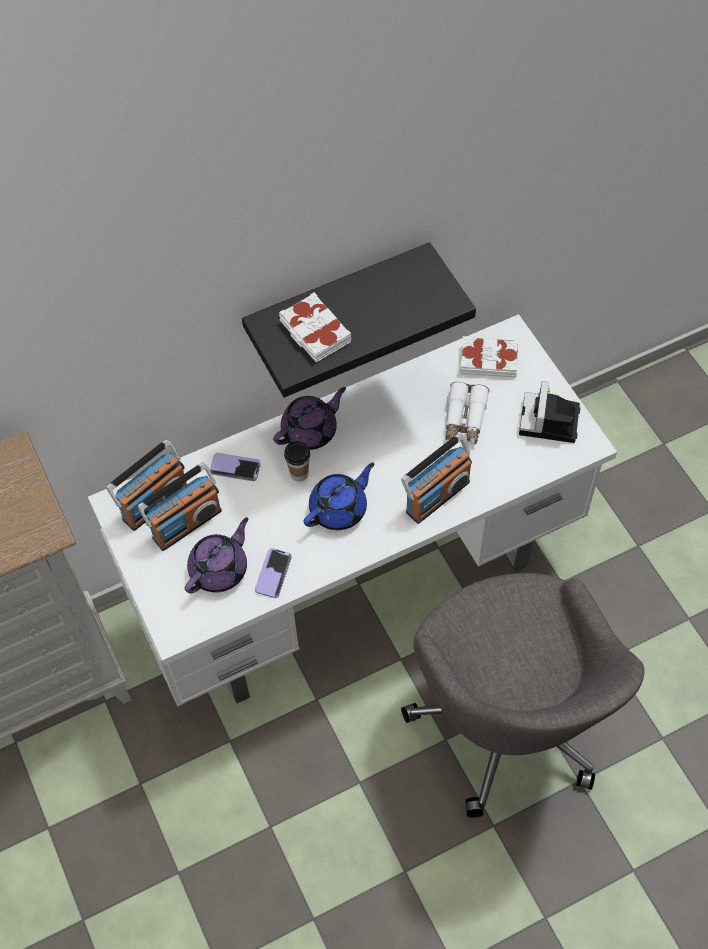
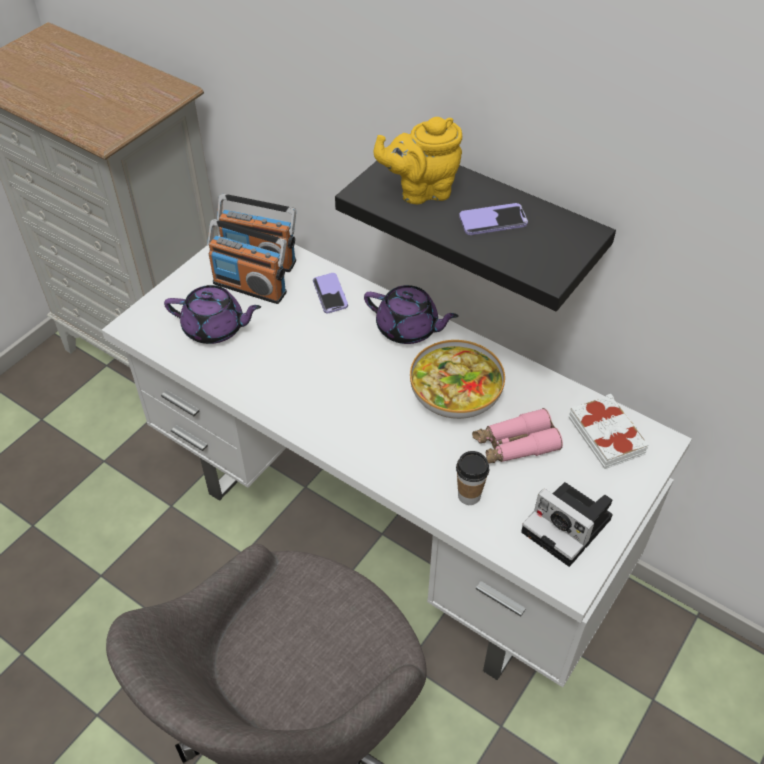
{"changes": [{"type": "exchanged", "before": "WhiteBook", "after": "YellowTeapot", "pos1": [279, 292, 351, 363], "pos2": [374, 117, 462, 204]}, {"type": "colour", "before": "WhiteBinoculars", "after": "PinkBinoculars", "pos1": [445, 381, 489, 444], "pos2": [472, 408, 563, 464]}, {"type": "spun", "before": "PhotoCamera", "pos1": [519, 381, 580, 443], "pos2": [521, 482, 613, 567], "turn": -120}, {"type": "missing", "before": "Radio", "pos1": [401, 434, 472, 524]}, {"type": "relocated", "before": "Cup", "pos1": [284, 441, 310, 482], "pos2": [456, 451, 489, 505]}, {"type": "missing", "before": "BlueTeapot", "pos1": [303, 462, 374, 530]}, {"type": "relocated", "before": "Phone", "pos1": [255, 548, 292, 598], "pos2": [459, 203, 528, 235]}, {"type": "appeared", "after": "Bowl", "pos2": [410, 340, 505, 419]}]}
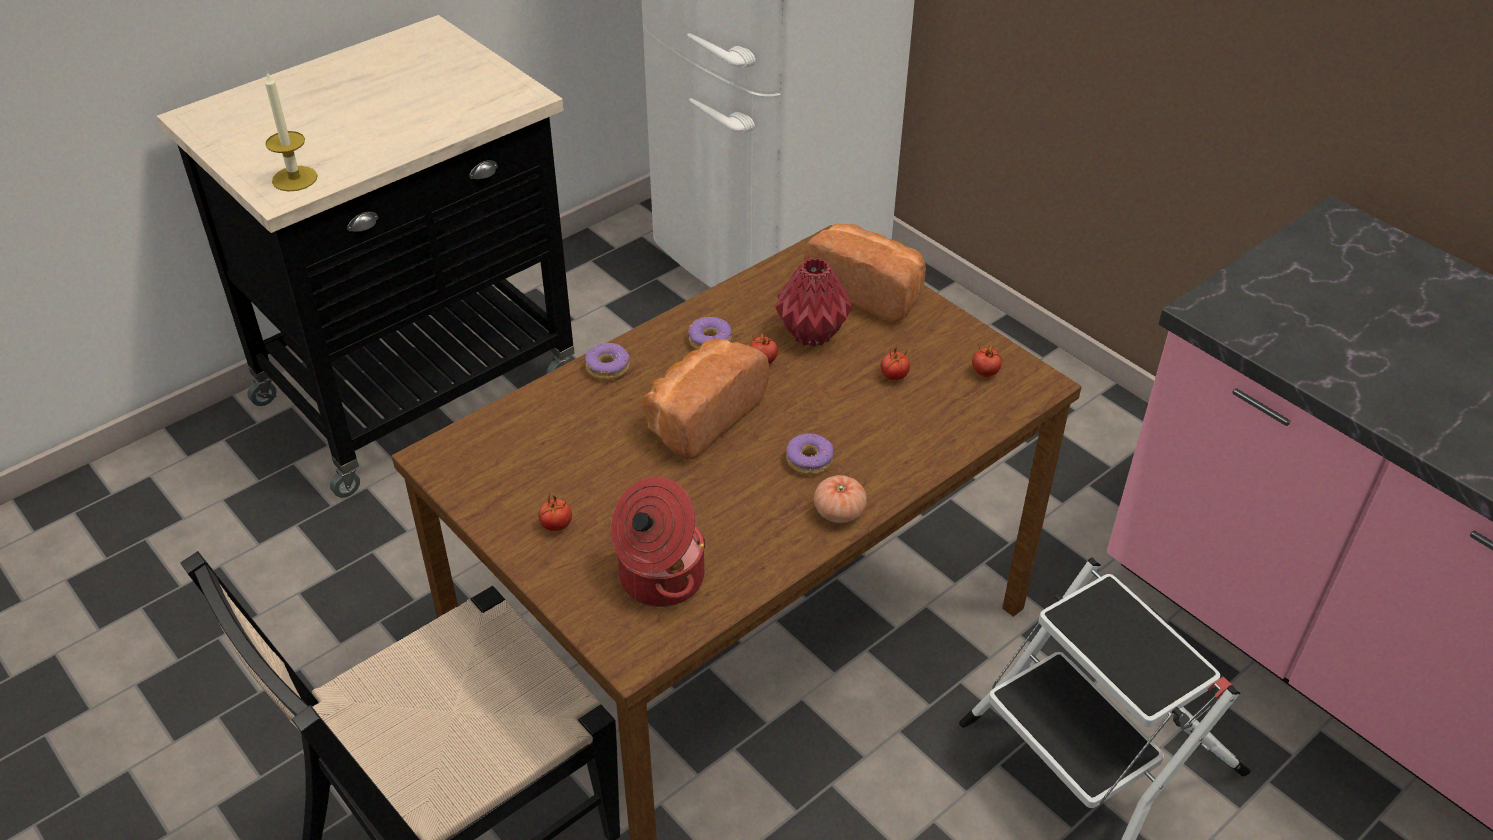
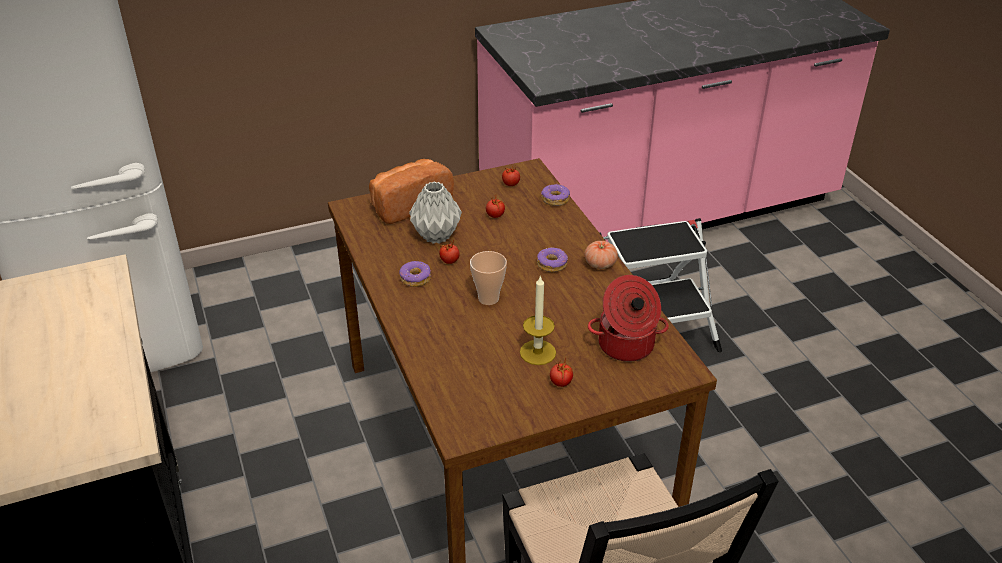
{"changes": [{"type": "relocated", "before": "Candle", "pos1": [265, 72, 317, 192], "pos2": [520, 275, 556, 365]}, {"type": "colour", "before": "RedVase", "after": "GreyVase", "pos1": [775, 258, 852, 347], "pos2": [409, 181, 462, 244]}, {"type": "exchanged", "before": "Bread", "after": "Cup", "pos1": [642, 339, 769, 460], "pos2": [470, 251, 507, 305]}, {"type": "relocated", "before": "Donut", "pos1": [585, 343, 630, 380], "pos2": [541, 183, 570, 206]}]}
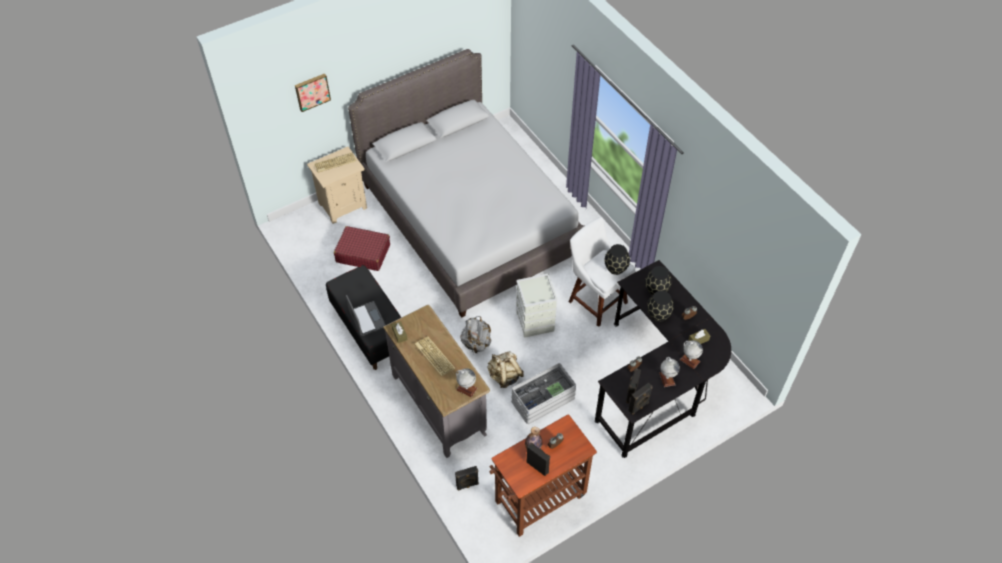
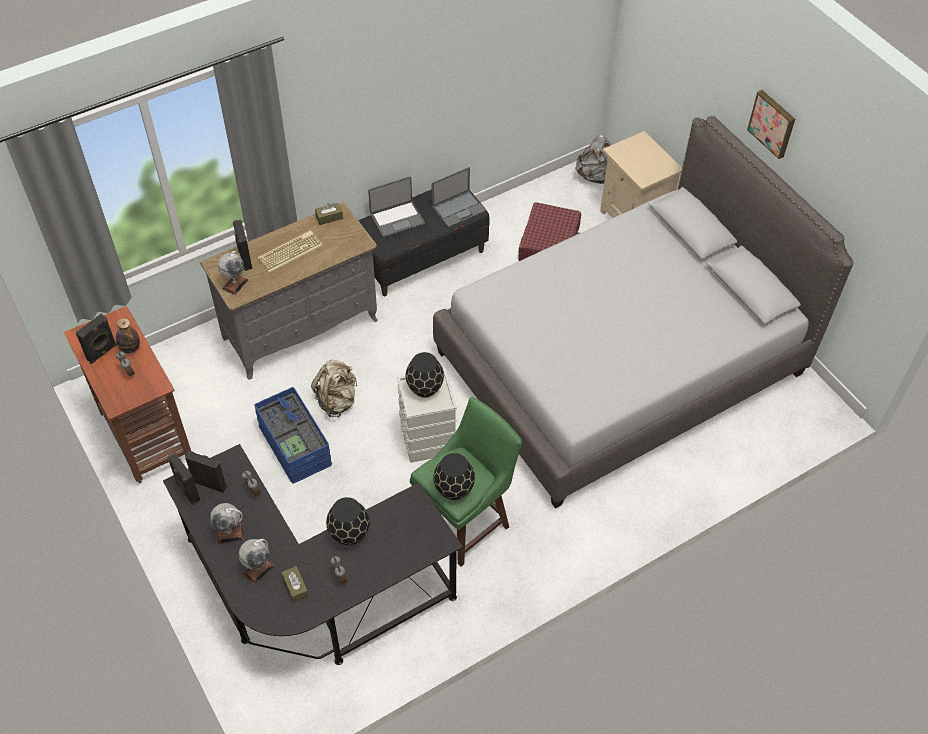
{"changes": [{"type": "relocated", "before": "Picture", "pos1": [295, 73, 331, 112], "pos2": [747, 90, 795, 159]}, {"type": "missing", "before": "Keyboard", "pos1": [314, 153, 356, 173]}, {"type": "colour", "before": "WhiteStool", "after": "GreenStool", "pos1": [569, 217, 636, 327], "pos2": [410, 397, 522, 567]}, {"type": "relocated", "before": "BlackVase", "pos1": [645, 266, 672, 296], "pos2": [406, 352, 444, 398]}, {"type": "relocated", "before": "GreyBackpack", "pos1": [460, 316, 491, 353], "pos2": [576, 135, 611, 184]}, {"type": "colour", "before": "GreyStorageBox", "after": "BlueStorageBox", "pos1": [511, 363, 576, 424], "pos2": [254, 387, 332, 484]}, {"type": "relocated", "before": "BlackSpeaker", "pos1": [455, 466, 479, 490], "pos2": [233, 220, 252, 271]}, {"type": "appeared", "after": "Laptop", "pos2": [431, 167, 486, 228]}]}
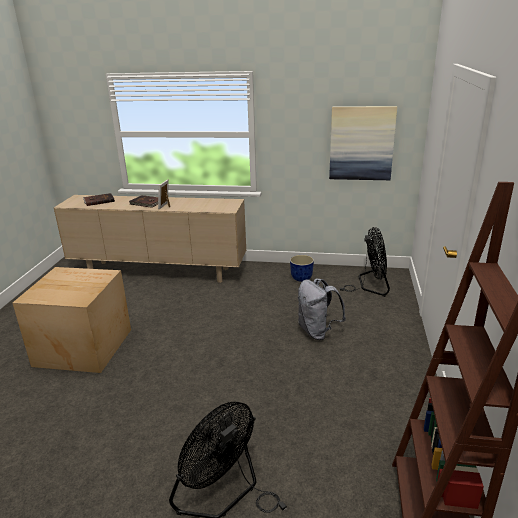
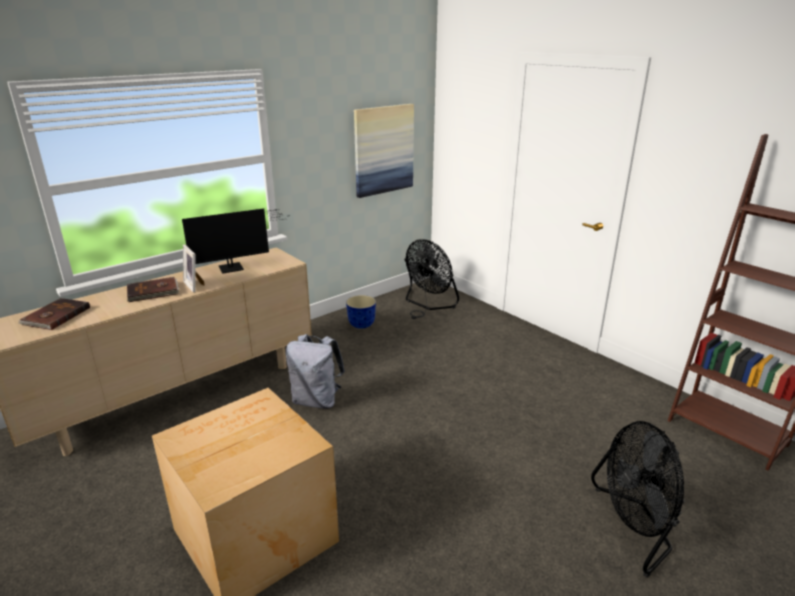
{"changes": [{"type": "relocated", "before": "GreyBackpack", "pos1": [298, 278, 346, 340], "pos2": [286, 334, 345, 409]}, {"type": "appeared", "after": "Monitor", "pos2": [182, 209, 290, 274]}]}
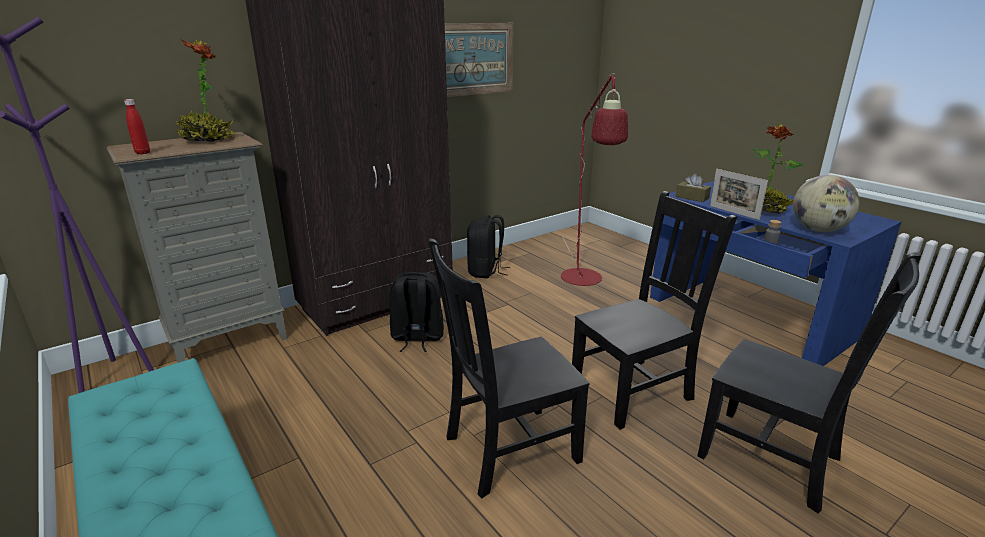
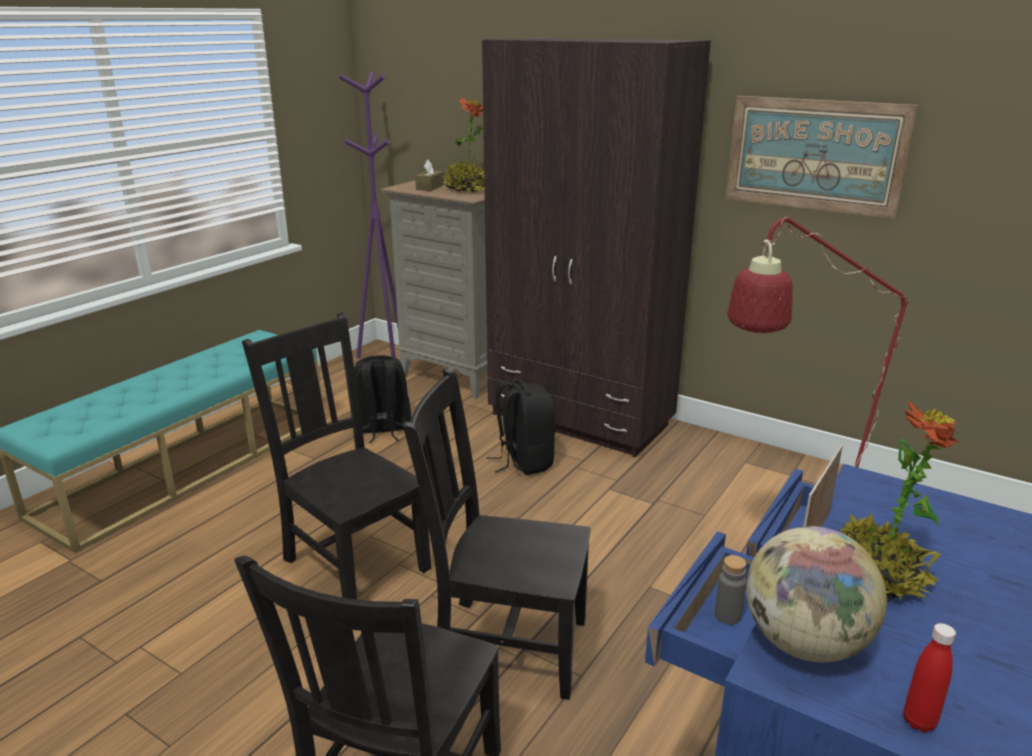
{"changes": [{"type": "relocated", "before": "RedBottle", "pos1": [124, 99, 150, 154], "pos2": [903, 623, 956, 732]}, {"type": "relocated", "before": "BrownTissueBox", "pos1": [675, 174, 711, 202], "pos2": [415, 160, 444, 191]}, {"type": "spun", "before": "BlackChair", "pos1": [572, 191, 737, 430], "pos2": [403, 367, 591, 700], "turn": 150}, {"type": "relocated", "before": "BlackBackpack", "pos1": [467, 215, 510, 278], "pos2": [354, 355, 411, 443]}]}
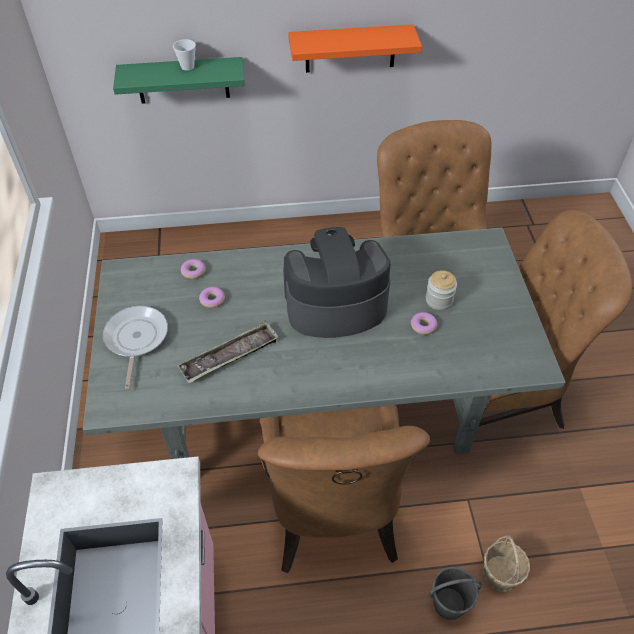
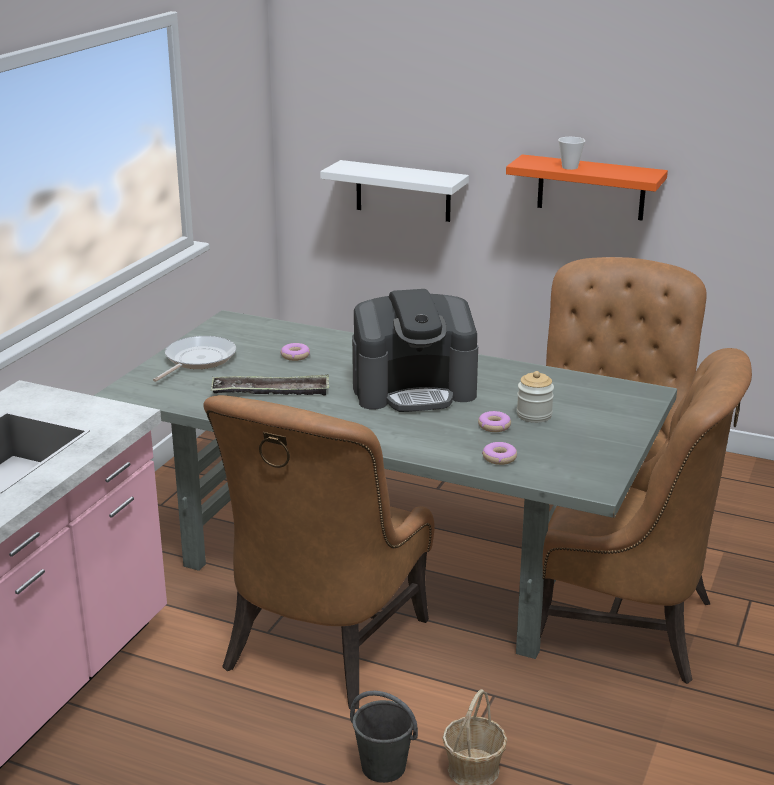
{"changes": [{"type": "relocated", "before": "Cup", "pos1": [173, 39, 196, 71], "pos2": [558, 137, 585, 170]}, {"type": "colour", "before": "GreenShelf", "after": "WhiteShelf", "pos1": [113, 57, 245, 104], "pos2": [320, 160, 469, 222]}, {"type": "spun", "before": "CoffeeMachine", "pos1": [283, 227, 391, 338], "pos2": [352, 289, 478, 412], "turn": 150}, {"type": "relocated", "before": "Donut", "pos1": [181, 259, 206, 279], "pos2": [482, 442, 517, 465]}]}
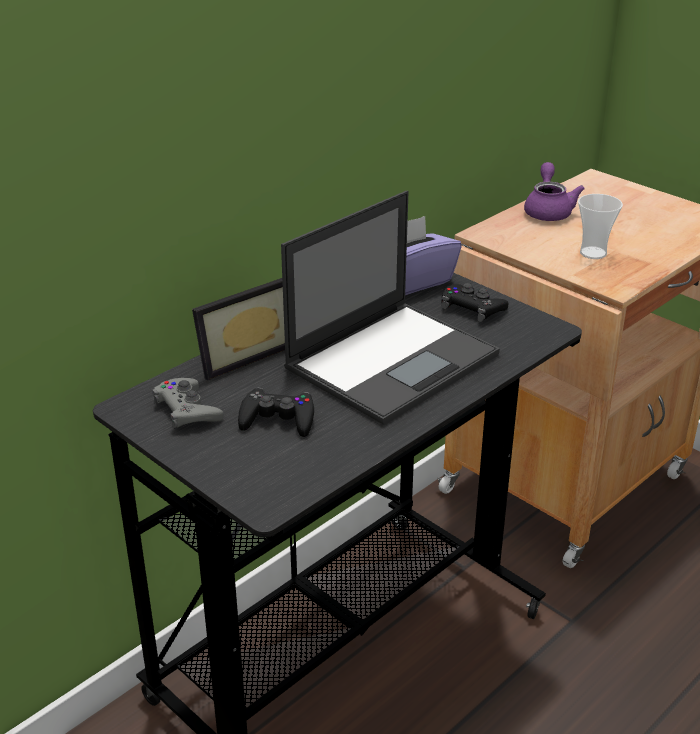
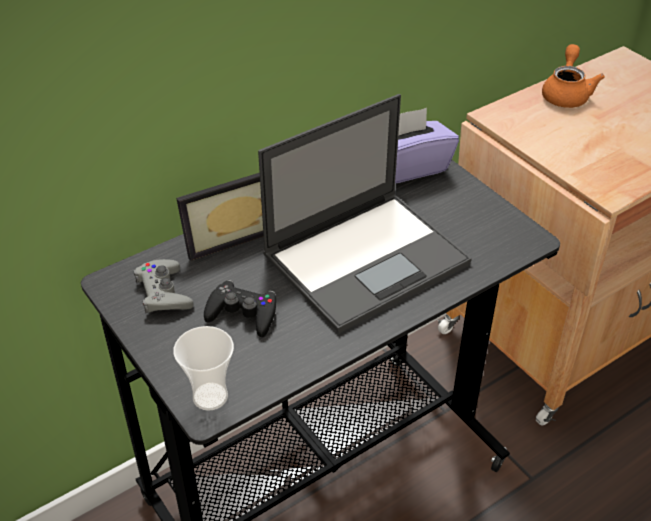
{"changes": [{"type": "colour", "before": "PurpleTeapot", "after": "OrangeTeapot", "pos1": [524, 162, 585, 221], "pos2": [542, 44, 605, 108]}, {"type": "relocated", "before": "Cup", "pos1": [578, 194, 623, 259], "pos2": [173, 326, 234, 411]}, {"type": "missing", "before": "BlackGameController", "pos1": [442, 283, 508, 322]}]}
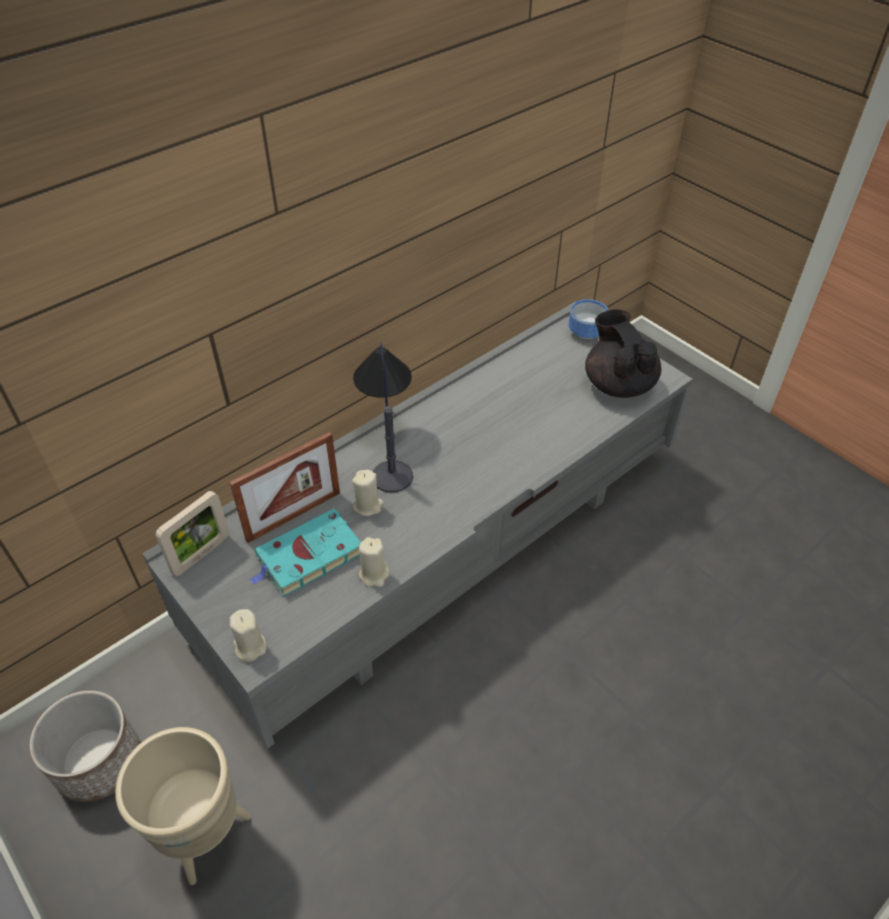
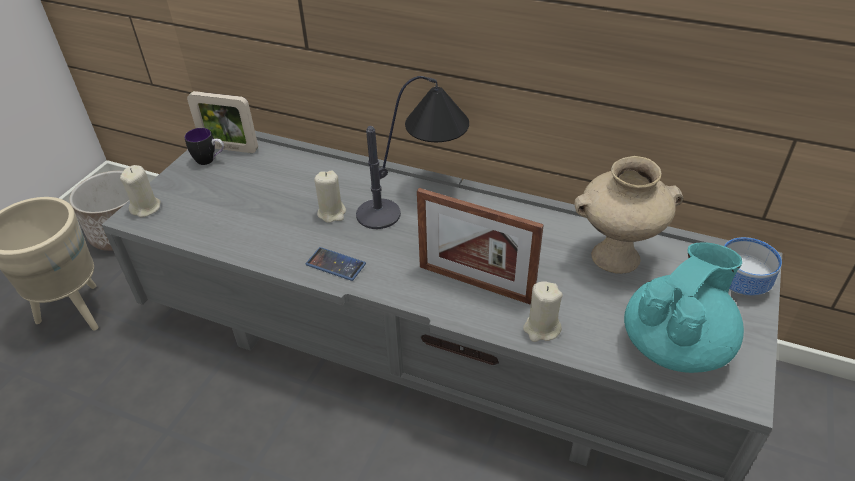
{"changes": [{"type": "colour", "before": "BlackTeapot", "after": "TurquoiseTeapot", "pos1": [585, 309, 661, 398], "pos2": [624, 242, 744, 373]}, {"type": "relocated", "before": "PictureFrame", "pos1": [229, 432, 340, 543], "pos2": [417, 188, 544, 305]}, {"type": "missing", "before": "TurquoiseBook", "pos1": [249, 509, 361, 597]}, {"type": "relocated", "before": "BeigeCandle", "pos1": [359, 537, 389, 587], "pos2": [523, 281, 563, 342]}, {"type": "appeared", "after": "Mug", "pos2": [184, 128, 224, 165]}, {"type": "appeared", "after": "BeigeVase", "pos2": [574, 156, 684, 274]}, {"type": "appeared", "after": "Phone", "pos2": [306, 247, 366, 281]}]}
